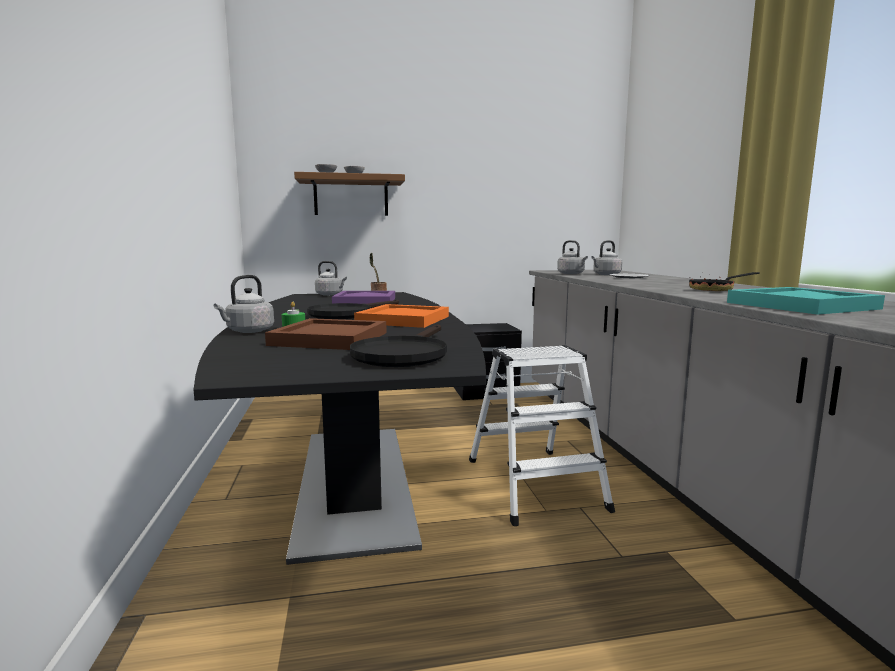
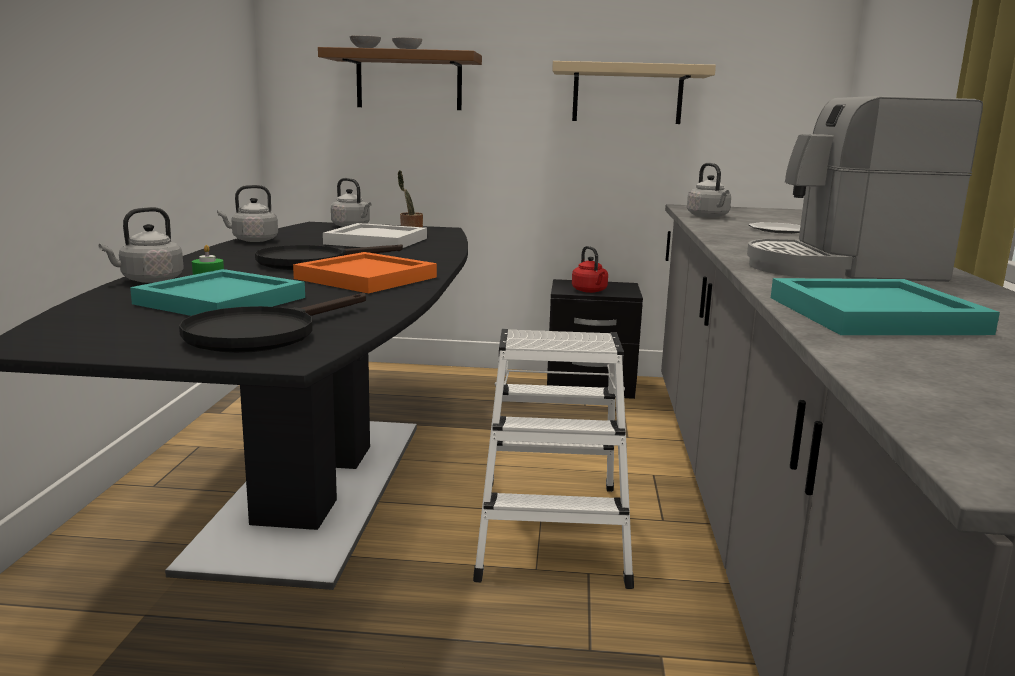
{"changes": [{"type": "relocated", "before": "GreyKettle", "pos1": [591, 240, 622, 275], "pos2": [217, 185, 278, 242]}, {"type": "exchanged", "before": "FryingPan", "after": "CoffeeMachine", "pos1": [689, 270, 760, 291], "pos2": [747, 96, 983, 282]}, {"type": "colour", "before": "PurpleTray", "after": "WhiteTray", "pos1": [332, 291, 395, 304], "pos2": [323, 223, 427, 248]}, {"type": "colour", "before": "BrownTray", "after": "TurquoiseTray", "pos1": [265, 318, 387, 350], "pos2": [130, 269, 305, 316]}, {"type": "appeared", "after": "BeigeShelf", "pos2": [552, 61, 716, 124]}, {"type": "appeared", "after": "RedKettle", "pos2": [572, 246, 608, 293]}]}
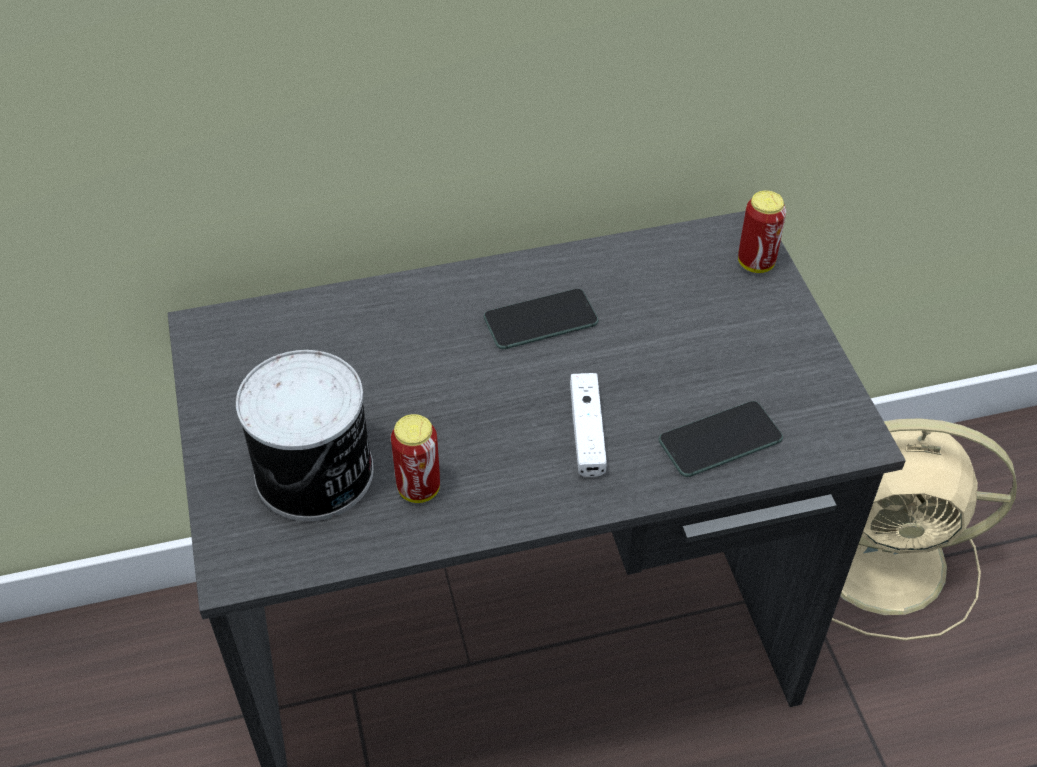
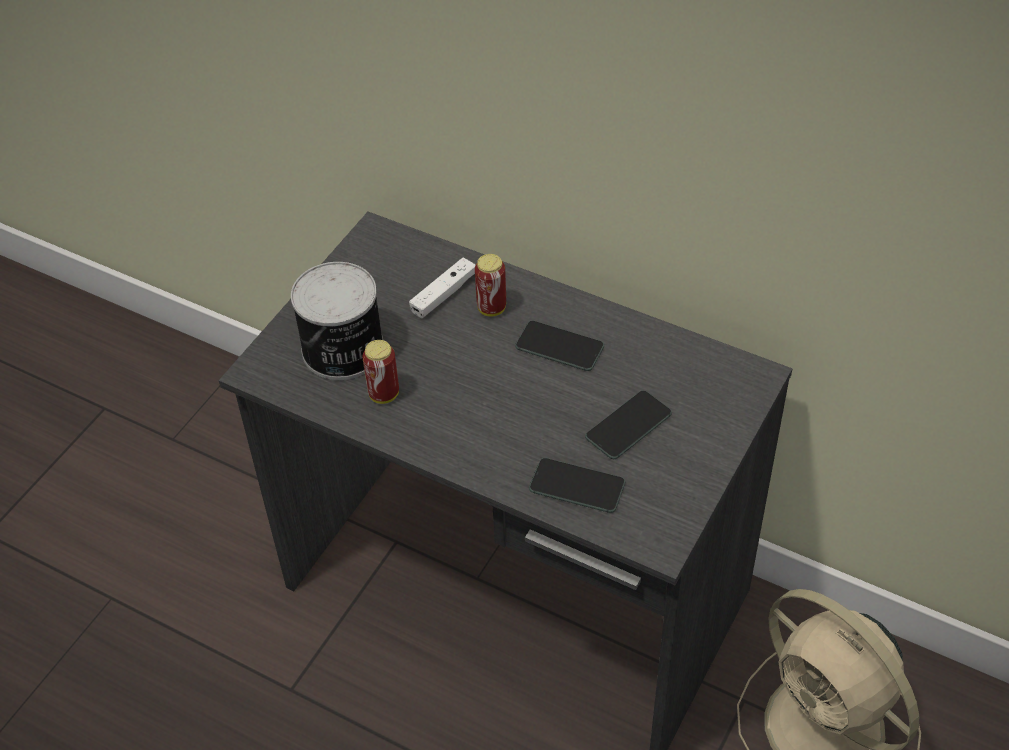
{"changes": [{"type": "relocated", "before": "Can", "pos1": [738, 190, 786, 273], "pos2": [475, 254, 506, 317]}, {"type": "relocated", "before": "WhiteGameController", "pos1": [570, 373, 607, 477], "pos2": [409, 258, 476, 318]}, {"type": "appeared", "after": "Phone", "pos2": [585, 390, 672, 459]}]}
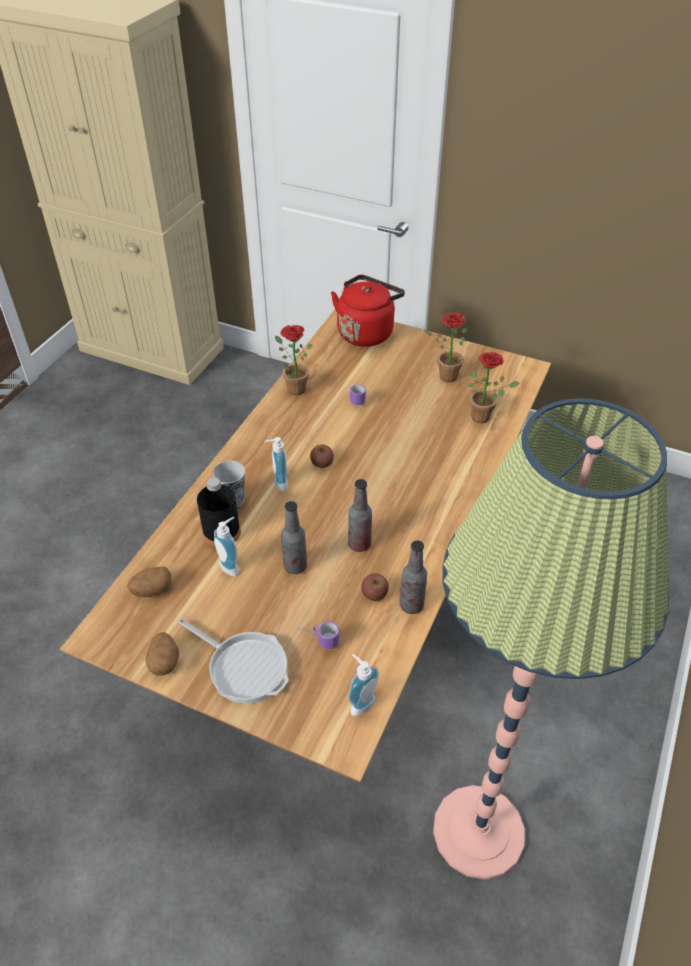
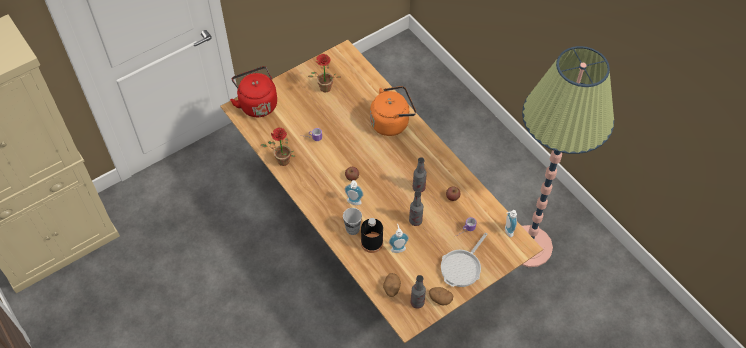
{"changes": [{"type": "missing", "before": "PottedPlant", "pos1": [468, 352, 520, 423]}, {"type": "relocated", "before": "Bottle", "pos1": [399, 540, 427, 614], "pos2": [411, 275, 426, 309]}, {"type": "spun", "before": "FryingPan", "pos1": [178, 618, 289, 703], "pos2": [441, 233, 488, 287], "turn": 150}, {"type": "appeared", "after": "OrangeKettle", "pos2": [370, 86, 416, 136]}]}
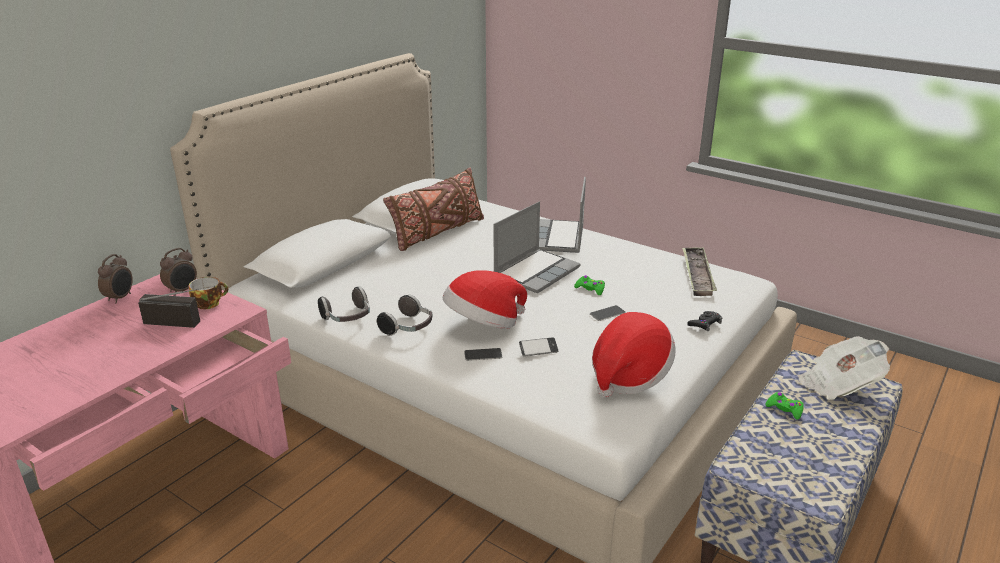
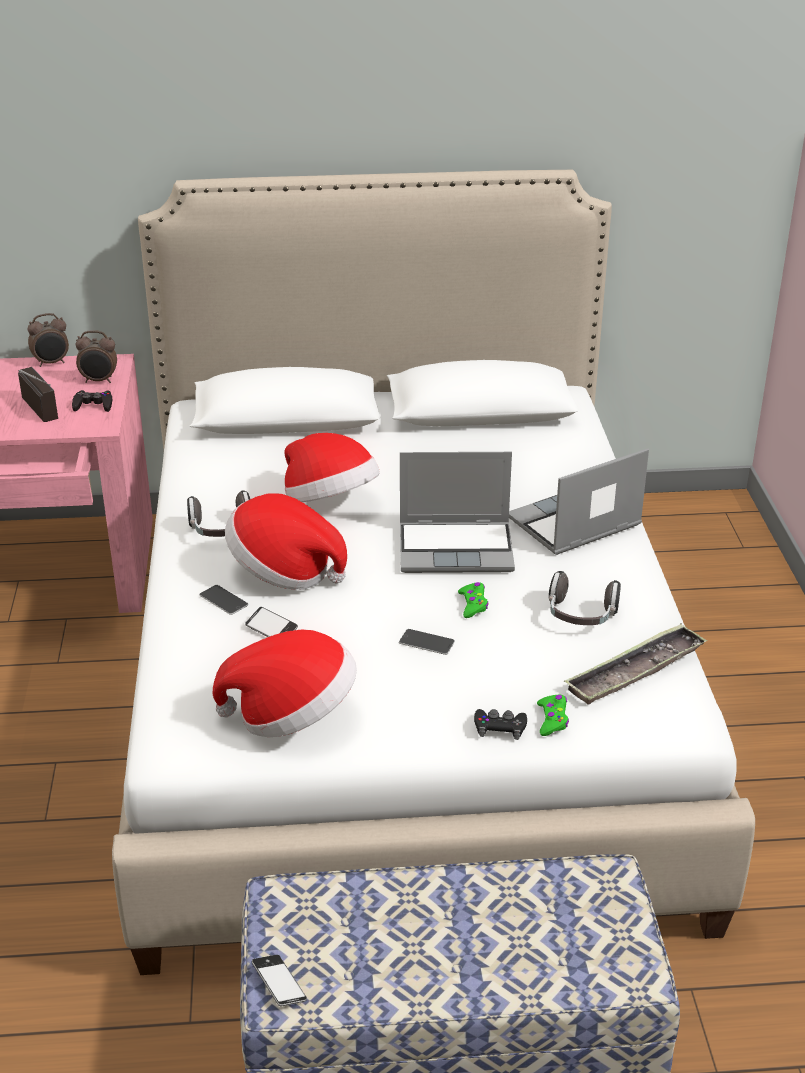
{"changes": [{"type": "missing", "before": "BrownPillow", "pos1": [383, 168, 484, 251]}, {"type": "exchanged", "before": "Cup", "after": "BlackGameController", "pos1": [189, 277, 228, 309], "pos2": [72, 390, 112, 412]}, {"type": "relocated", "before": "Headphones", "pos1": [318, 287, 370, 322], "pos2": [548, 571, 621, 625]}, {"type": "missing", "before": "Newspaper", "pos1": [799, 336, 890, 400]}, {"type": "relocated", "before": "GreenGameController", "pos1": [766, 392, 804, 420], "pos2": [537, 695, 569, 736]}, {"type": "appeared", "after": "Hat", "pos2": [284, 433, 380, 502]}, {"type": "appeared", "after": "Phone", "pos2": [252, 955, 307, 1007]}]}
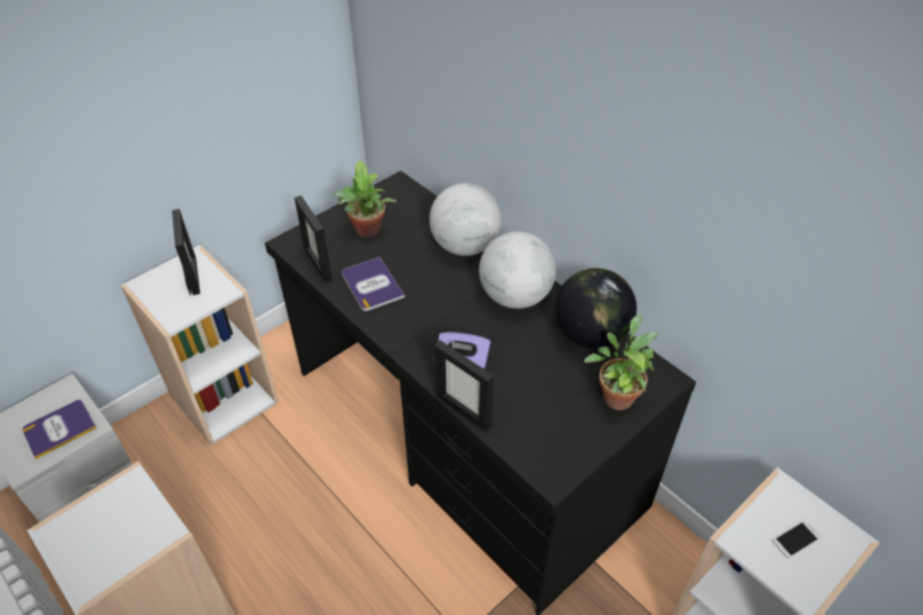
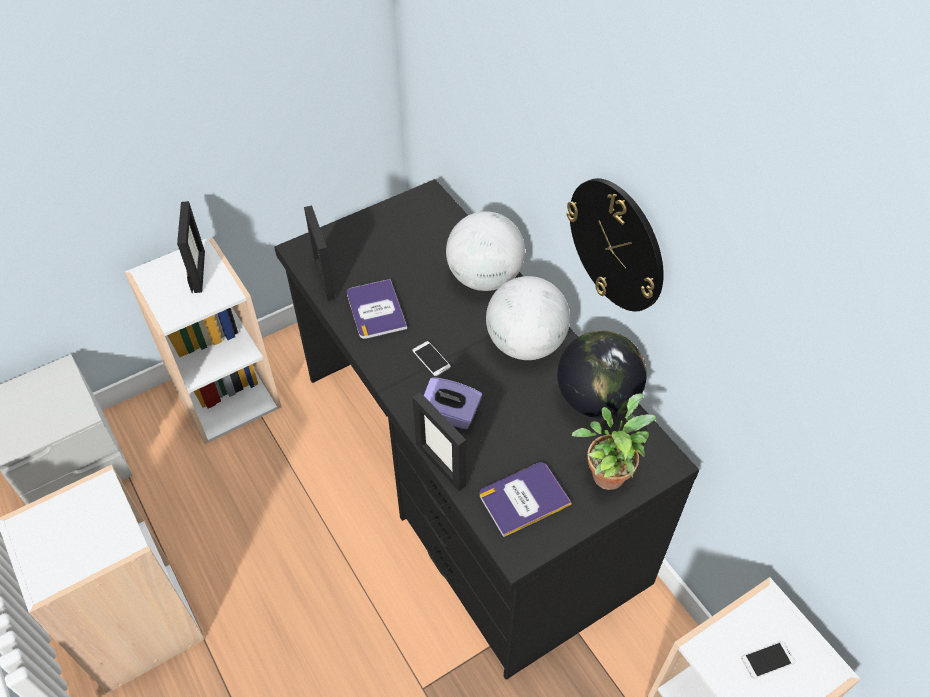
{"changes": [{"type": "missing", "before": "PottedPlant", "pos1": [332, 161, 397, 238]}, {"type": "relocated", "before": "Book", "pos1": [22, 400, 97, 459], "pos2": [480, 462, 571, 537]}, {"type": "appeared", "after": "WallClock", "pos2": [566, 178, 664, 311]}, {"type": "appeared", "after": "Phone", "pos2": [413, 341, 451, 376]}]}
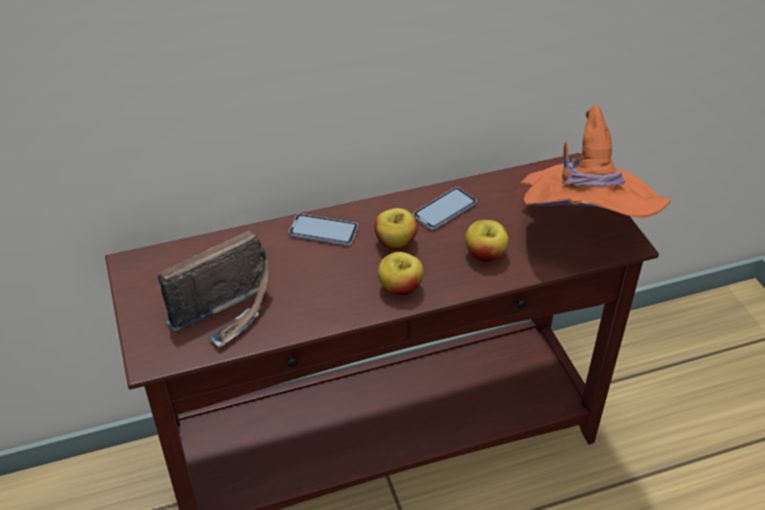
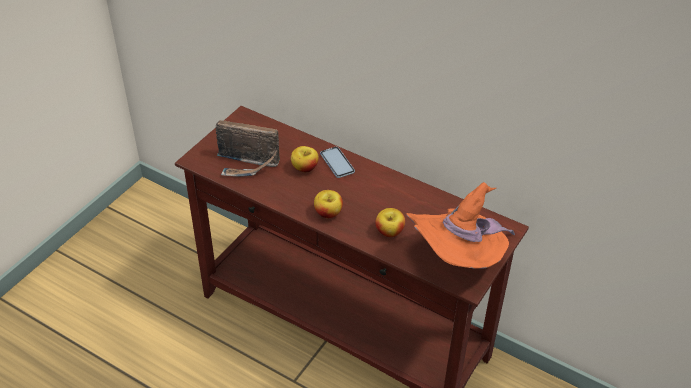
{"changes": [{"type": "missing", "before": "Phone", "pos1": [413, 187, 477, 230]}, {"type": "relocated", "before": "Apple", "pos1": [375, 208, 418, 249], "pos2": [291, 146, 319, 172]}]}
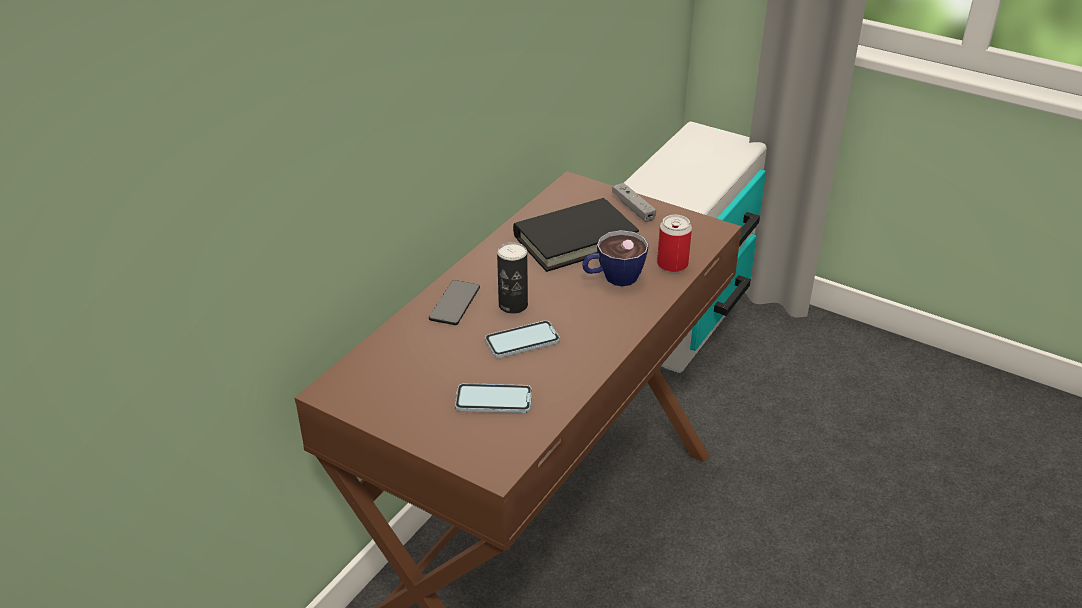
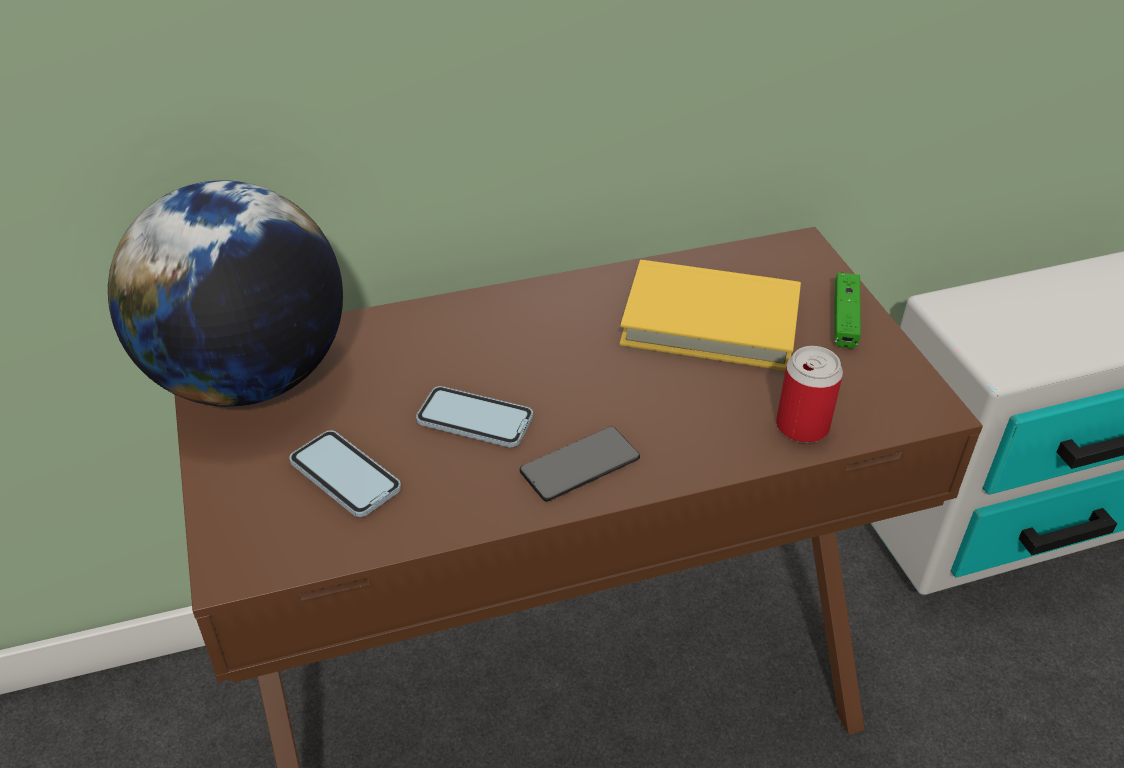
{"changes": [{"type": "colour", "before": "GreyGameController", "after": "GreenGameController", "pos1": [612, 183, 656, 222], "pos2": [834, 272, 861, 348]}, {"type": "colour", "before": "BlackBook", "after": "YellowBook", "pos1": [513, 198, 639, 272], "pos2": [619, 260, 801, 371]}, {"type": "missing", "before": "Cup", "pos1": [582, 230, 649, 286]}, {"type": "missing", "before": "Can", "pos1": [497, 242, 528, 314]}, {"type": "relocated", "before": "Phone", "pos1": [429, 280, 480, 325], "pos2": [520, 426, 640, 502]}, {"type": "appeared", "after": "Globe", "pos2": [108, 180, 343, 407]}]}
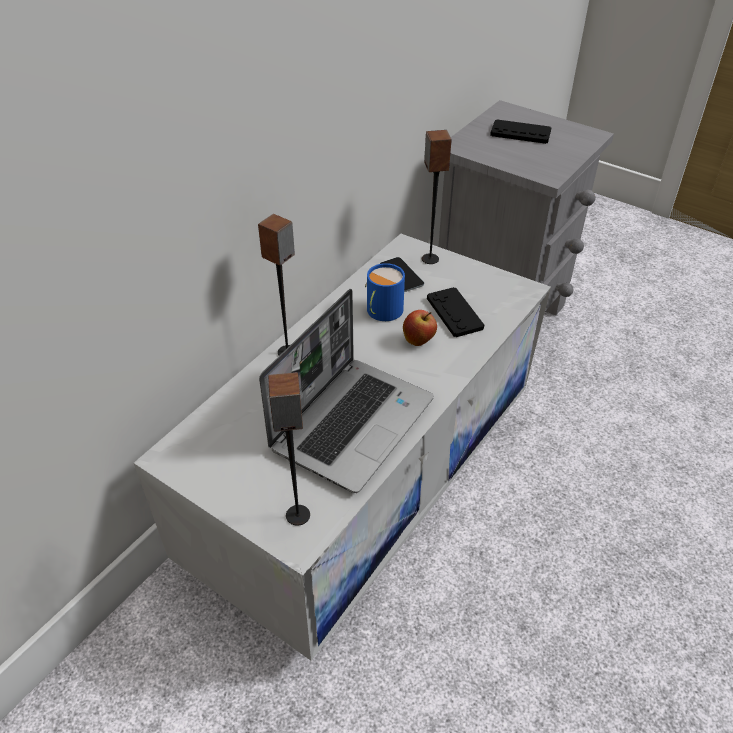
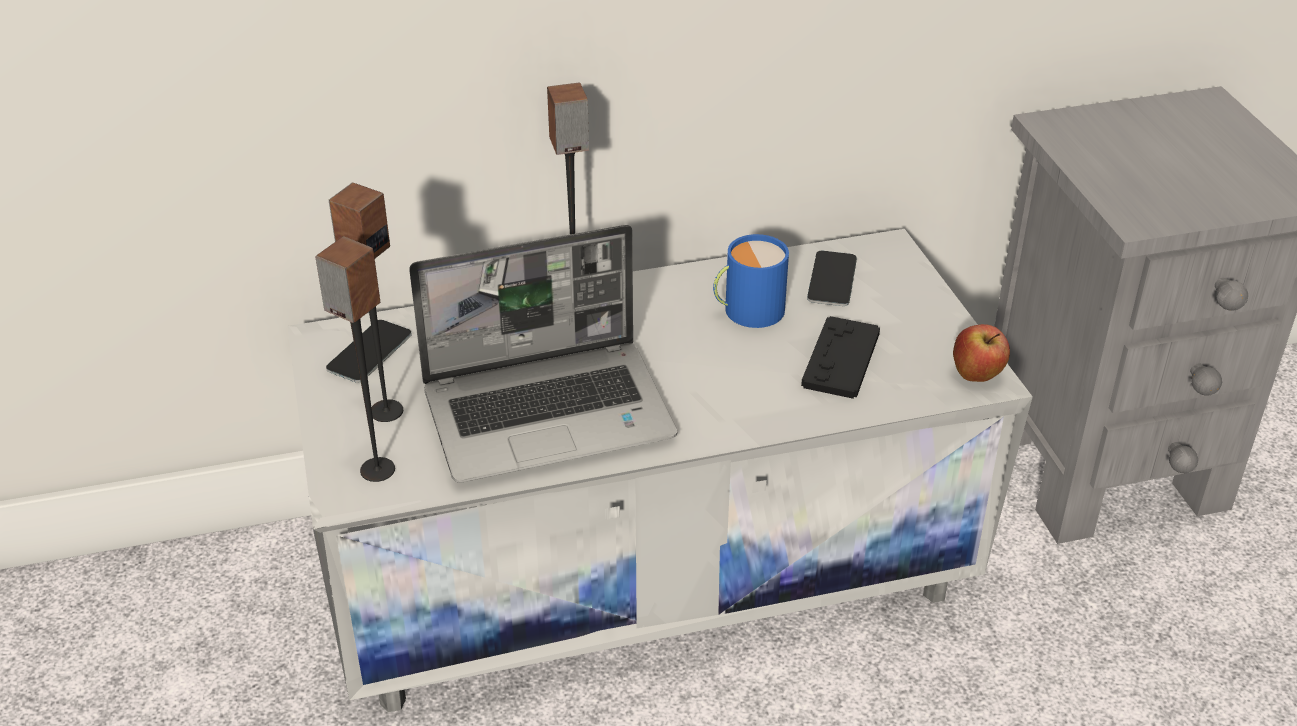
{"changes": [{"type": "missing", "before": "BlackGameController", "pos1": [490, 120, 552, 144]}, {"type": "relocated", "before": "Speaker", "pos1": [422, 130, 452, 264], "pos2": [329, 183, 403, 422]}, {"type": "relocated", "before": "Apple", "pos1": [403, 310, 437, 346], "pos2": [953, 324, 1010, 382]}, {"type": "appeared", "after": "Phone", "pos2": [326, 320, 412, 383]}]}
